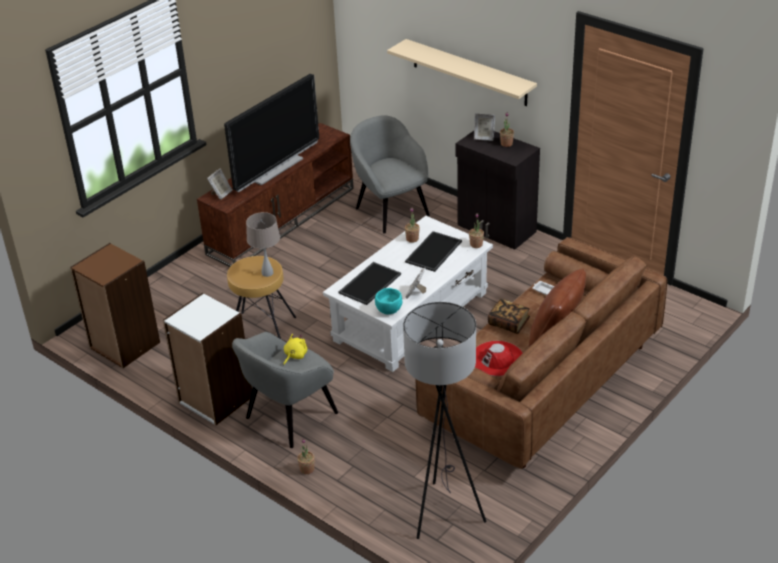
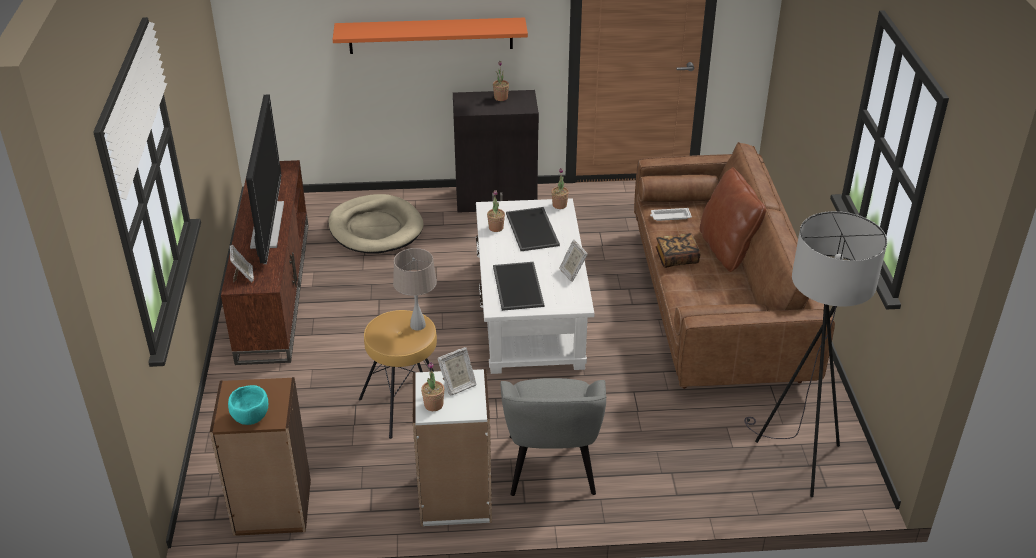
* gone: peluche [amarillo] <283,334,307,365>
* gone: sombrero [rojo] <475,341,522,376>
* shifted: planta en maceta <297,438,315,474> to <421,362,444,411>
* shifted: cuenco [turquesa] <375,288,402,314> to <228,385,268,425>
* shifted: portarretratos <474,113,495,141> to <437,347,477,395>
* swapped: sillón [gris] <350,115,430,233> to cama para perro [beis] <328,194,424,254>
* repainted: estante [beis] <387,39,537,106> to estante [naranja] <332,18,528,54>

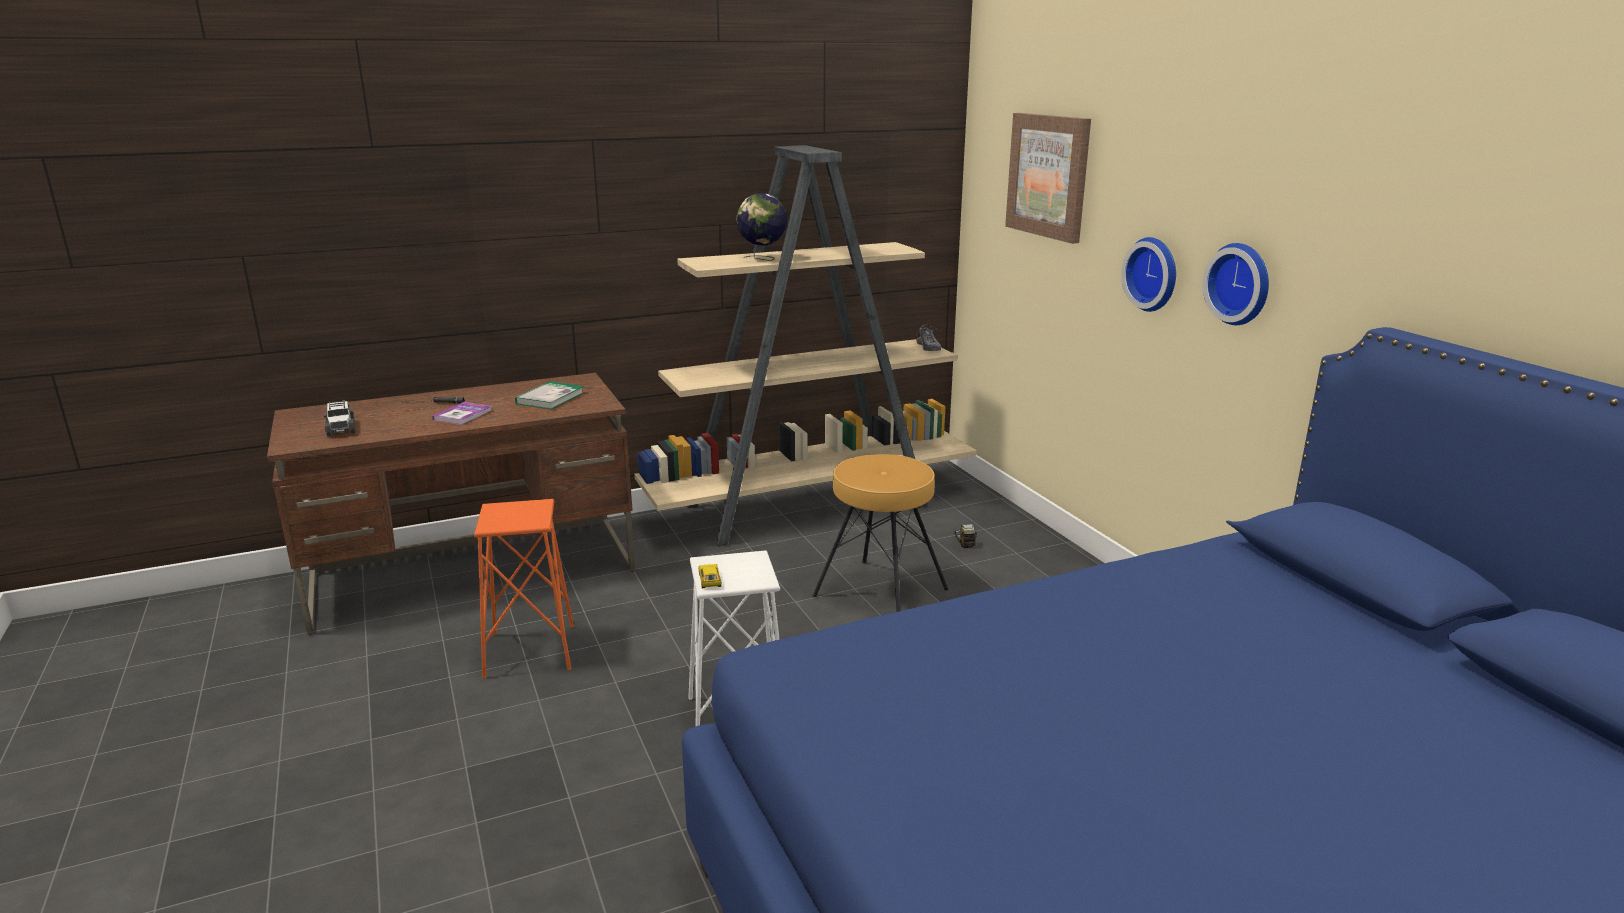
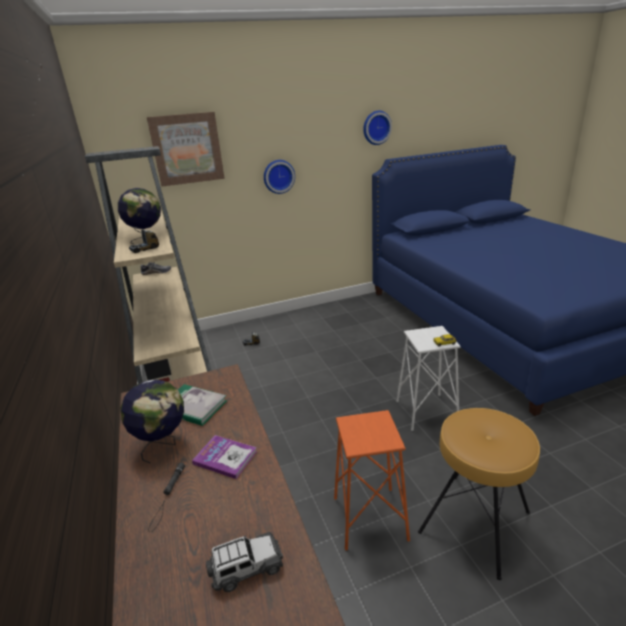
* new: globo terráqueo <121,380,184,463>
* new: camión de juguete <129,230,159,253>
* shifted: taburete [marrón] <812,454,949,612> to <418,408,540,580>
* shifted: reloj de pared <1203,243,1269,325> to <363,111,392,145>

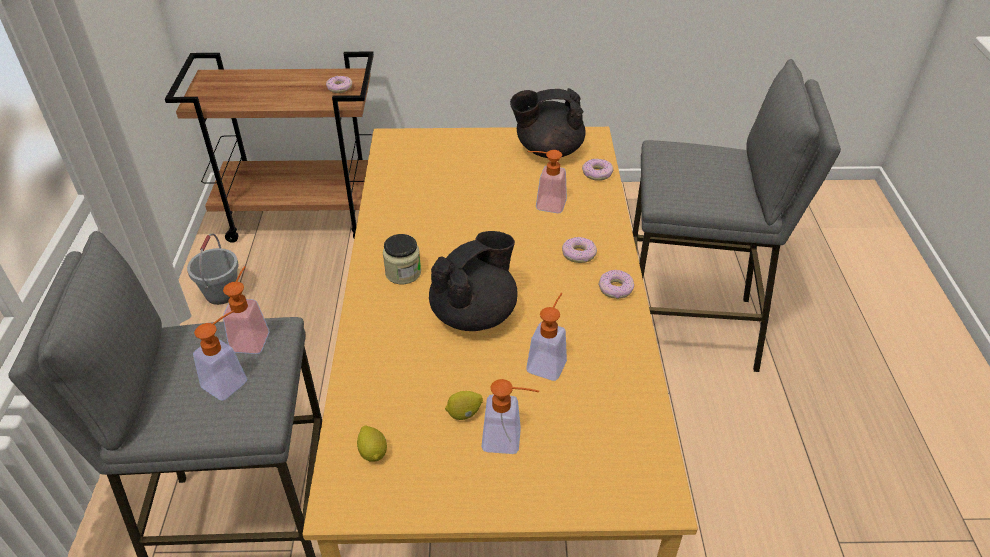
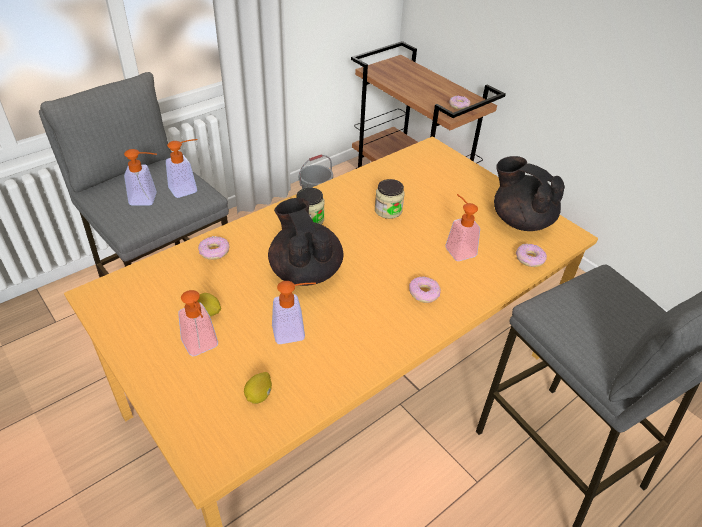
* new: tarro <375,179,405,219>
* shifted: limón <357,426,387,462> to <244,372,272,404>
* shifted: rosquilla <598,270,634,299> to <198,236,229,260>
* rotated: tetera [negro] <429,231,518,331> = <268,198,343,286> 120 degrees counterclockwise

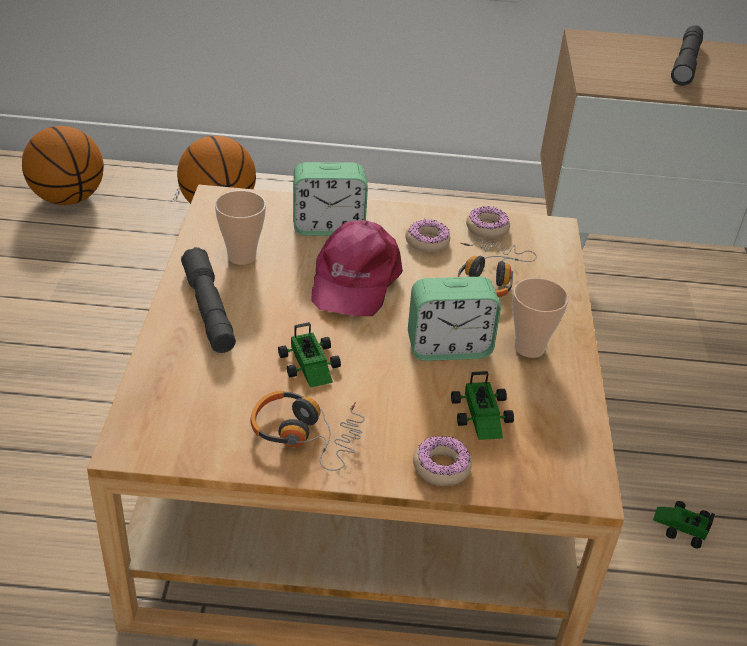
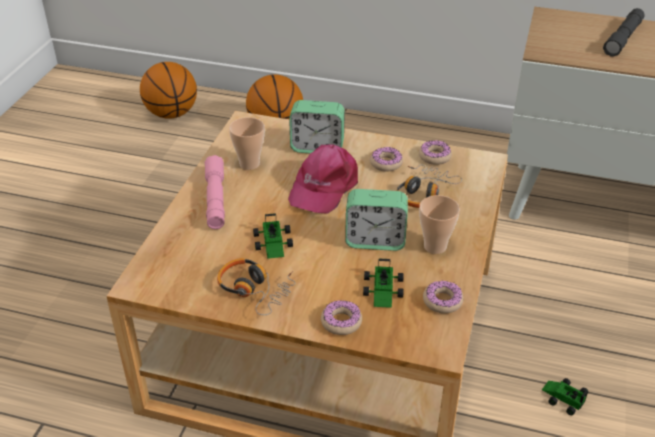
* new: rosquilla <423,281,464,314>
* repainted: linterna [gris] <181,247,236,353> to linterna [rosa] <205,155,225,229>

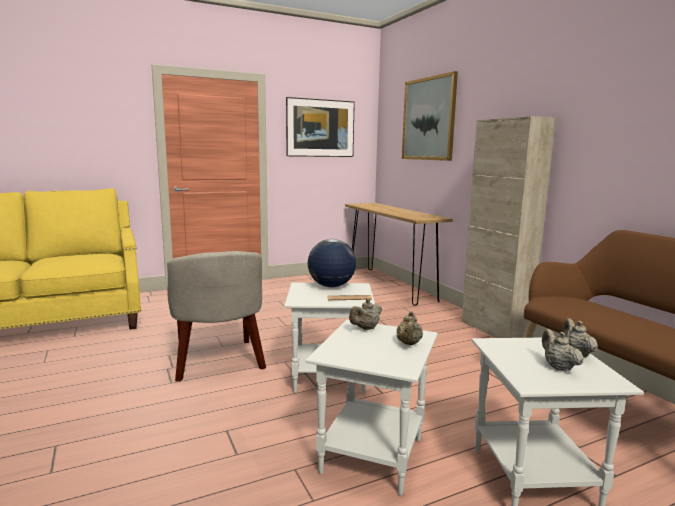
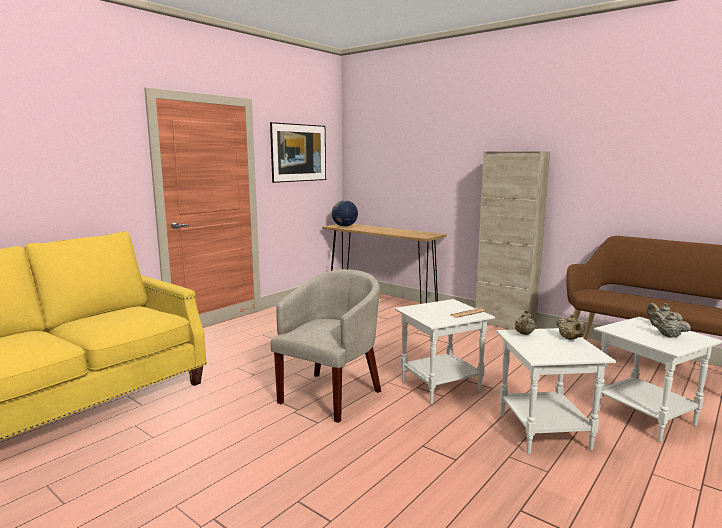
* gone: cuadro <402,71,458,161>
* shifted: globo terráqueo <308,239,356,287> to <332,200,358,227>
* rotated: sillón [beis] <167,251,266,382> = <270,269,381,423> 105 degrees counterclockwise

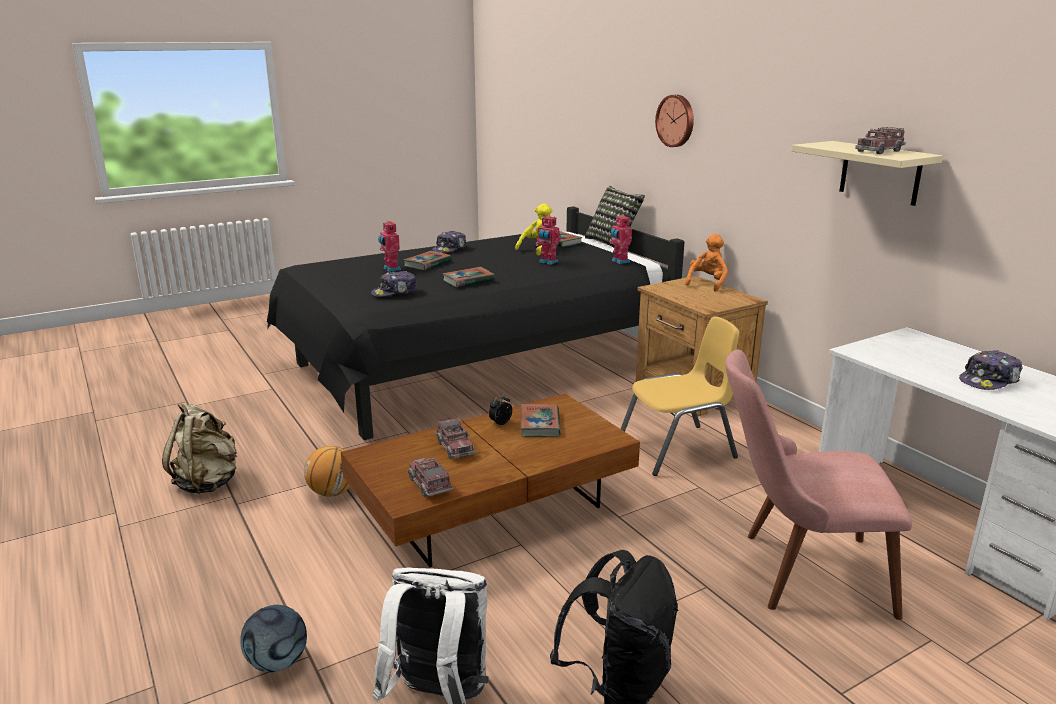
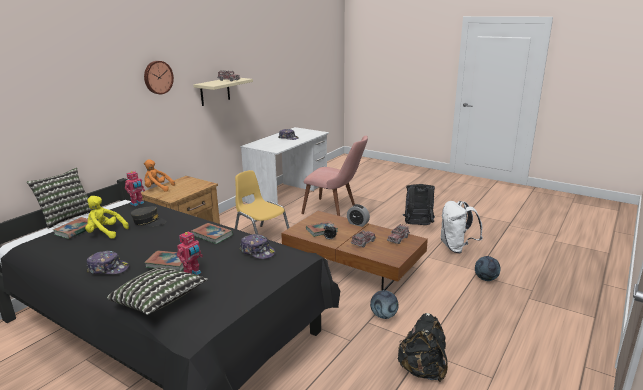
* new: cojín <107,266,208,315>
* new: despertador <347,204,370,227>
* shifted: reloj de pared <655,95,694,147> to <144,61,174,94>
* swapped: balón de baloncesto <304,446,350,497> to balón de fútbol <370,290,399,319>
* swapped: robot de juguete <536,215,561,265> to gorra [gris] <130,206,166,227>
* repainted: mochila [beis] <162,403,237,494> to mochila [negro] <398,313,448,382>
* rotated: silla [rosa] <725,349,912,620> = <301,136,368,216> 45 degrees counterclockwise

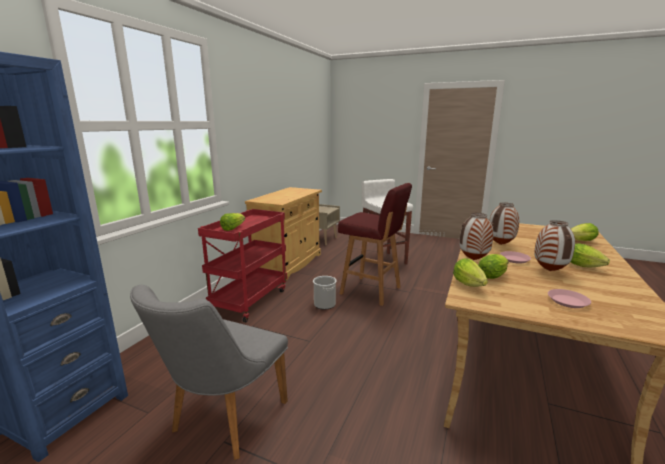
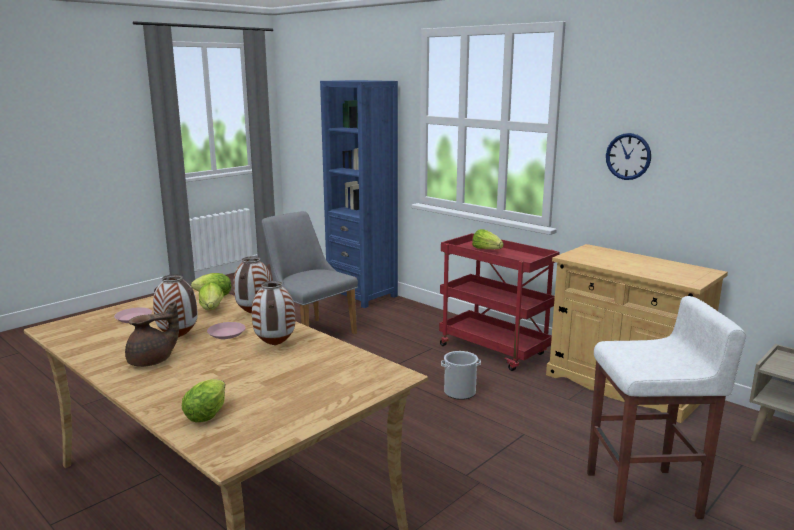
* gone: taburete [rojo] <338,183,412,306>
* new: reloj de pared <606,133,651,180>
* swapped: lechuga <571,243,610,267> to tetera [marrón] <125,301,179,367>

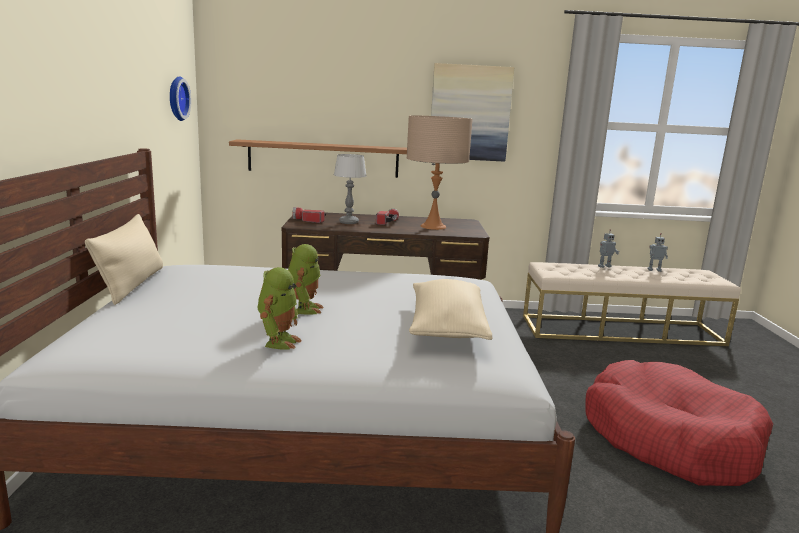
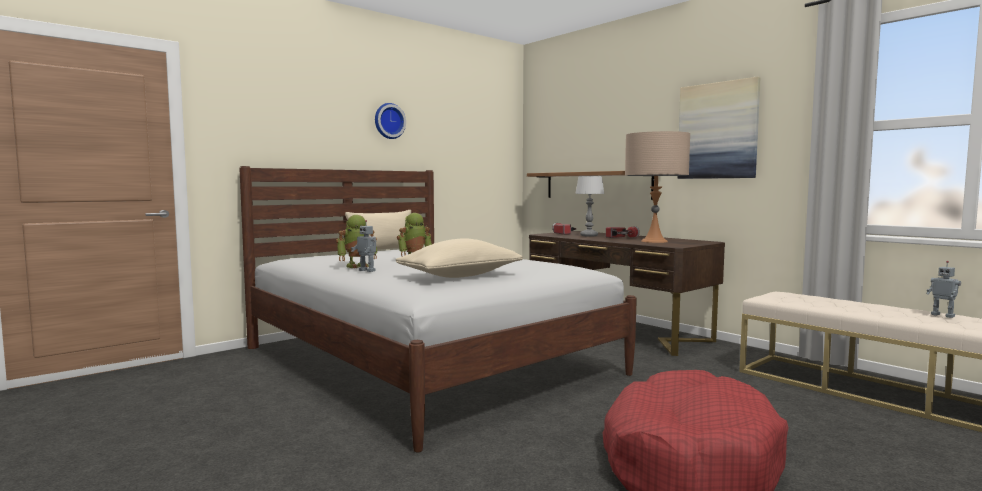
* shifted: reloj de pared <170,76,191,121> to <375,103,406,139>
* shifted: robot de juguete <598,230,619,268> to <351,220,376,272>

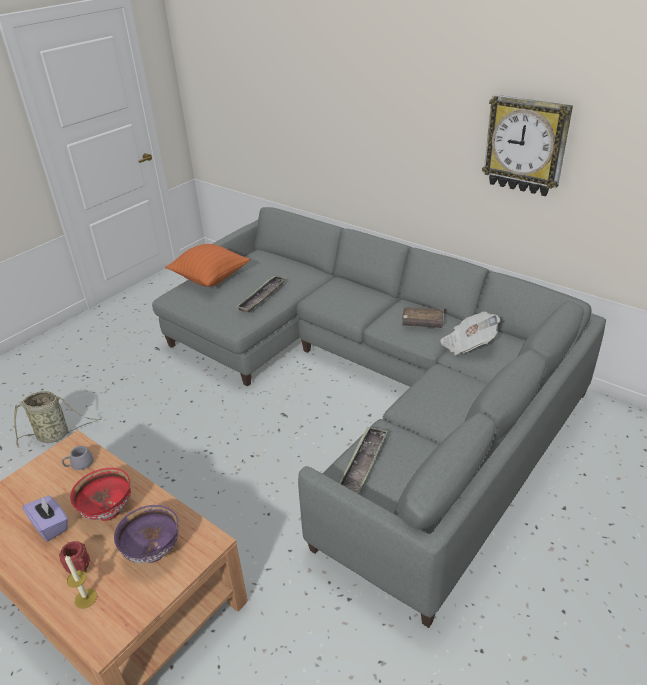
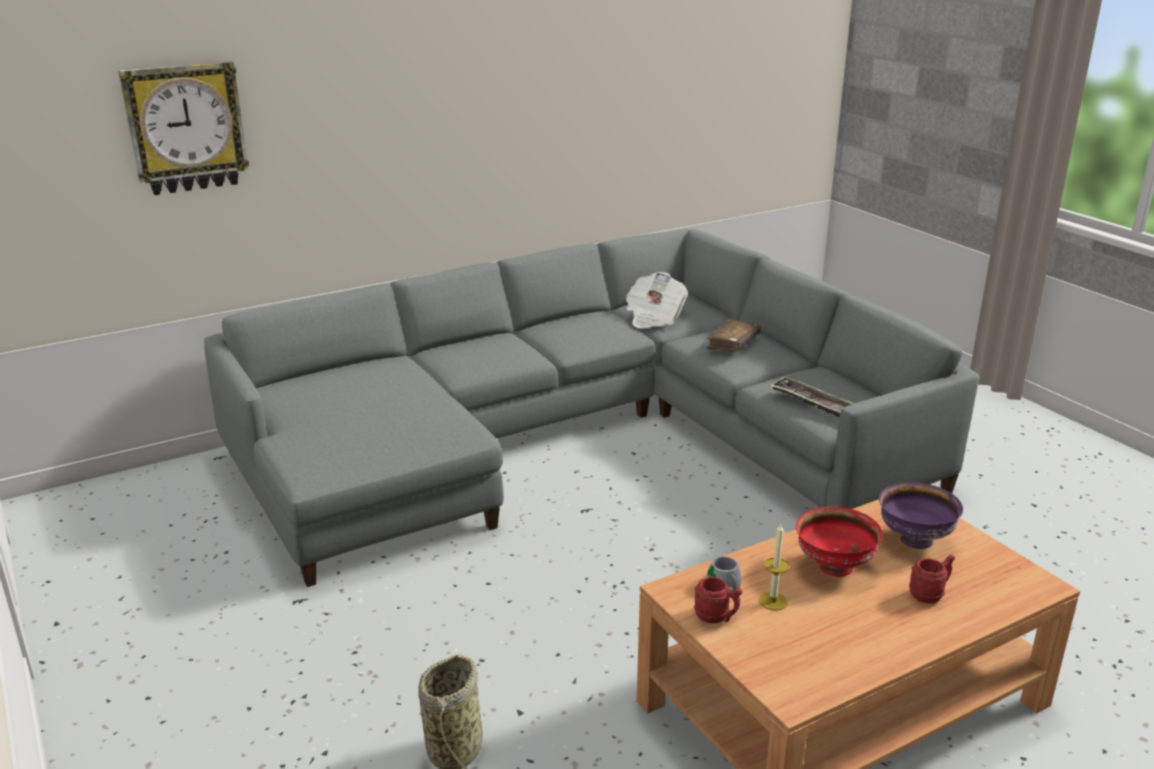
* gone: caja de pañuelos [morado] <22,496,68,541>
* gone: cojín [naranja] <166,244,250,287>
* gone: bandeja <236,276,287,313>
* new: taza grande [rojo] <694,576,742,623>
* shifted: vela <65,555,97,609> to <759,524,789,611>
* shifted: libro [marrón] <402,307,444,328> to <706,319,761,352>
* shifted: reloj de pared <482,95,573,196> to <119,61,249,195>

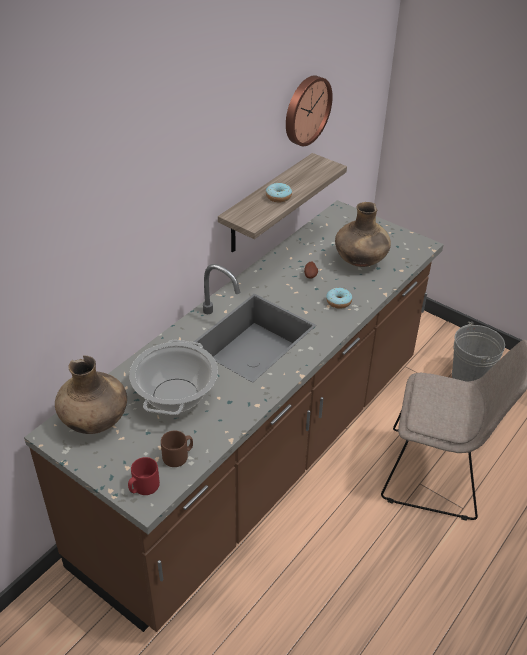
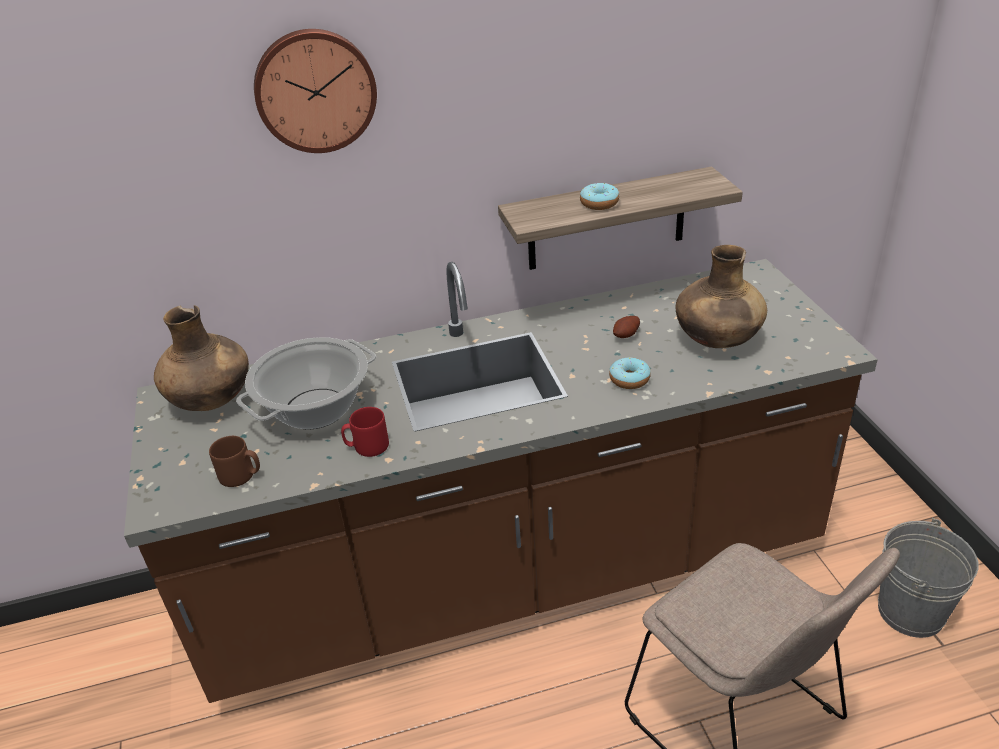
* shifted: taza grande [rojo] <128,457,160,495> to <341,407,389,457>
* shifted: reloj de pared <286,75,333,146> to <254,29,377,153>

